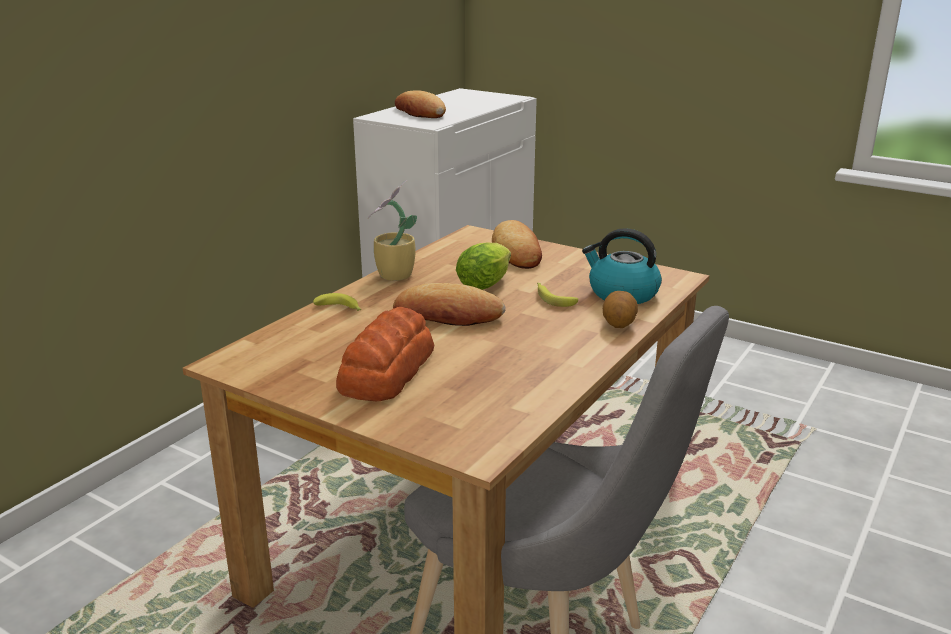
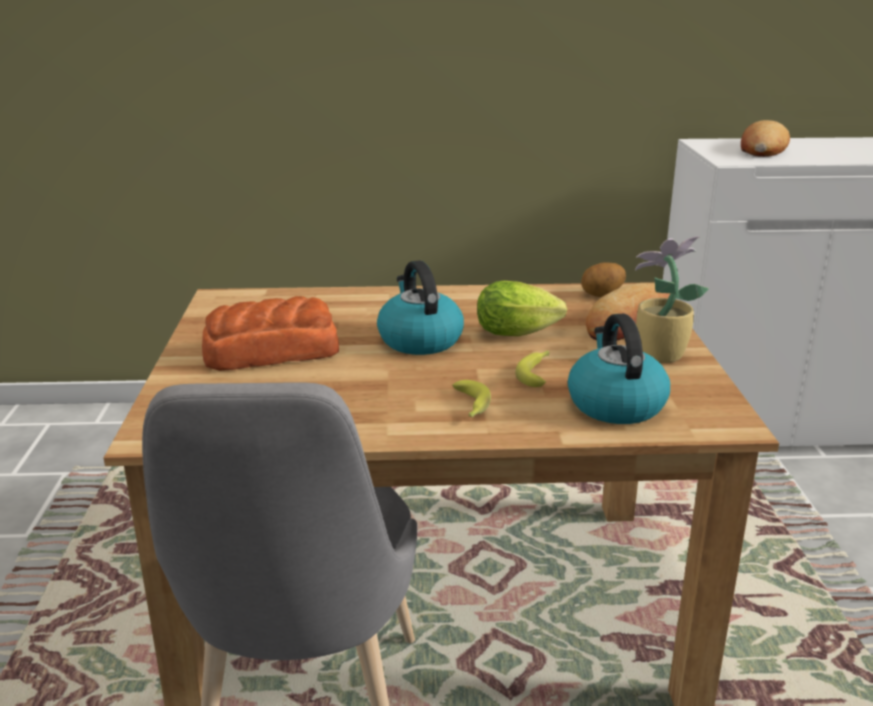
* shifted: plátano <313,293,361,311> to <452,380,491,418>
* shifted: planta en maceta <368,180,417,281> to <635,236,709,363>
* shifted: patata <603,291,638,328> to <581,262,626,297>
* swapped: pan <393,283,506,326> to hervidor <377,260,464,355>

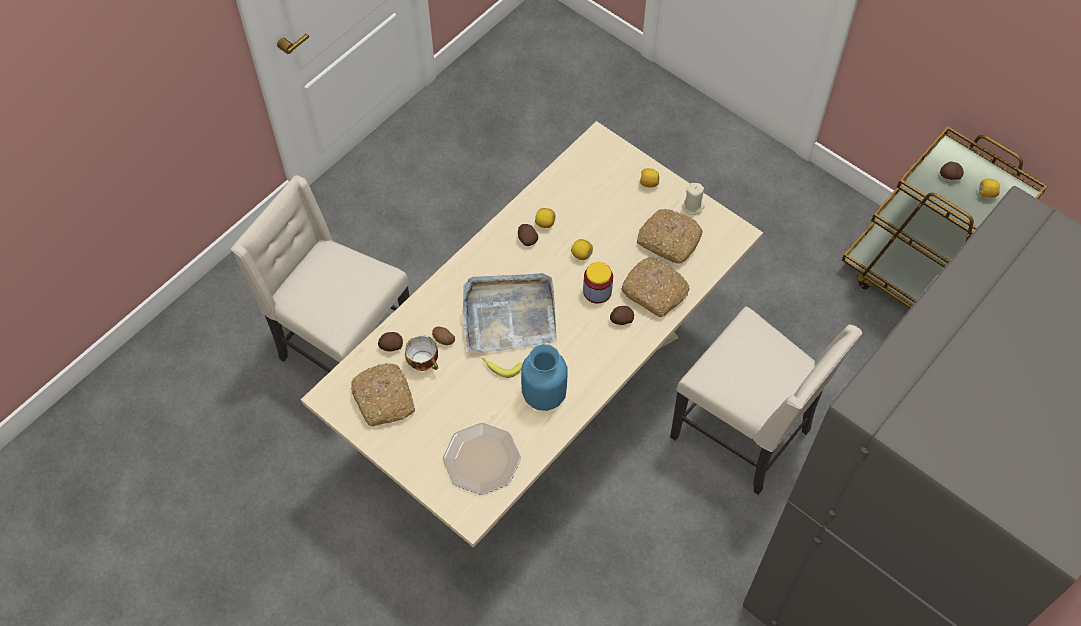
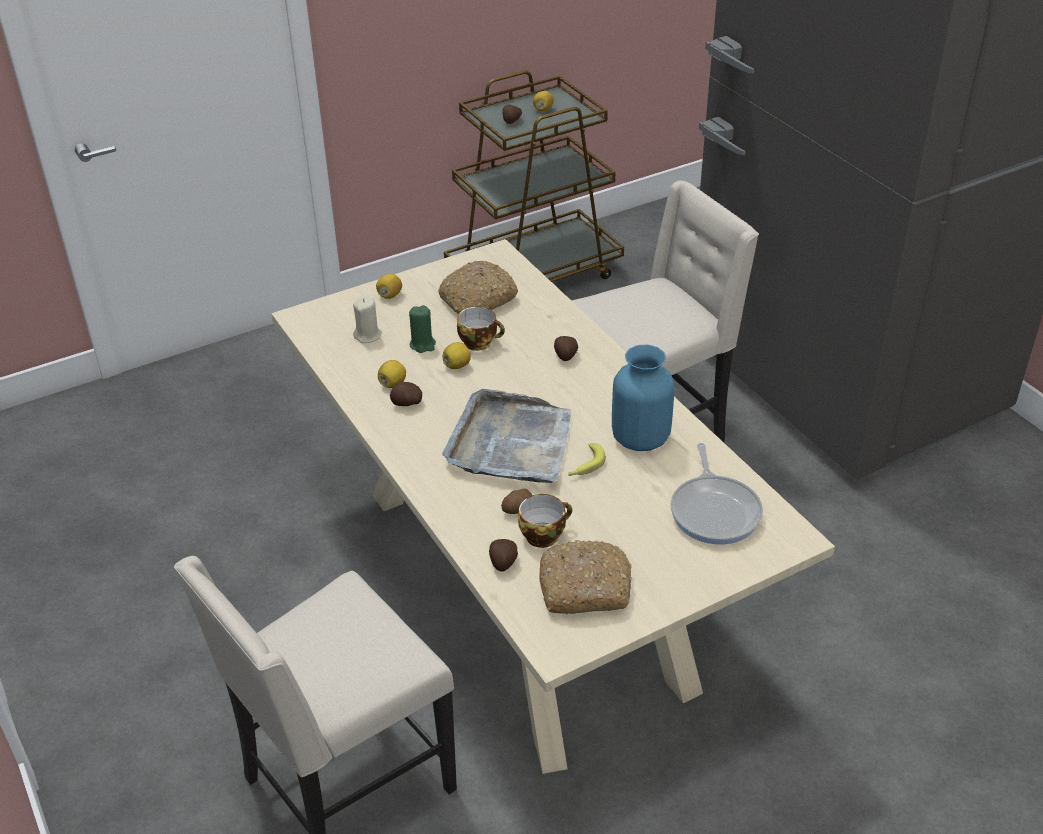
* gone: tarro <583,262,613,304>
* gone: pan <621,258,690,317>
* new: vela [verde] <409,305,436,353>
* new: taza <457,307,505,351>
* shifted: vela [beis] <682,183,704,215> to <353,296,382,343>
* swapped: plato <443,423,521,495> to sartén <670,443,763,545>

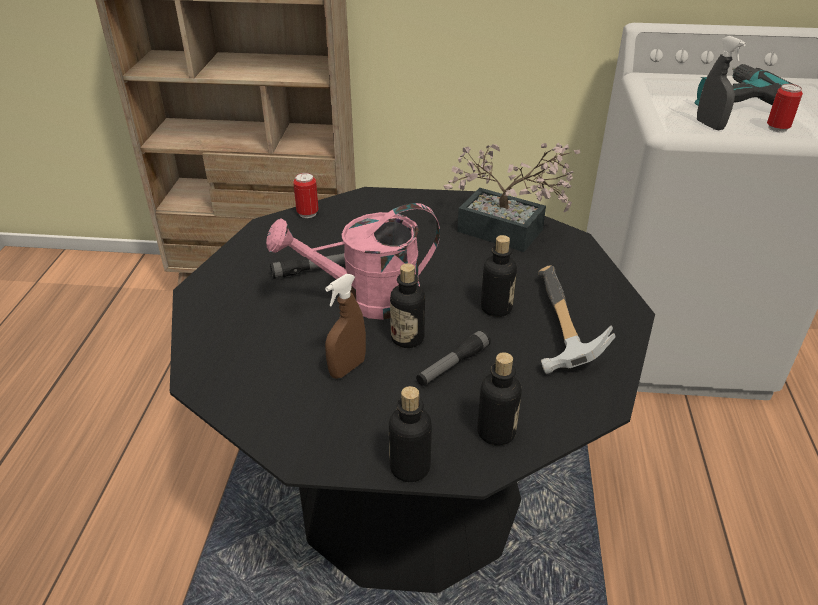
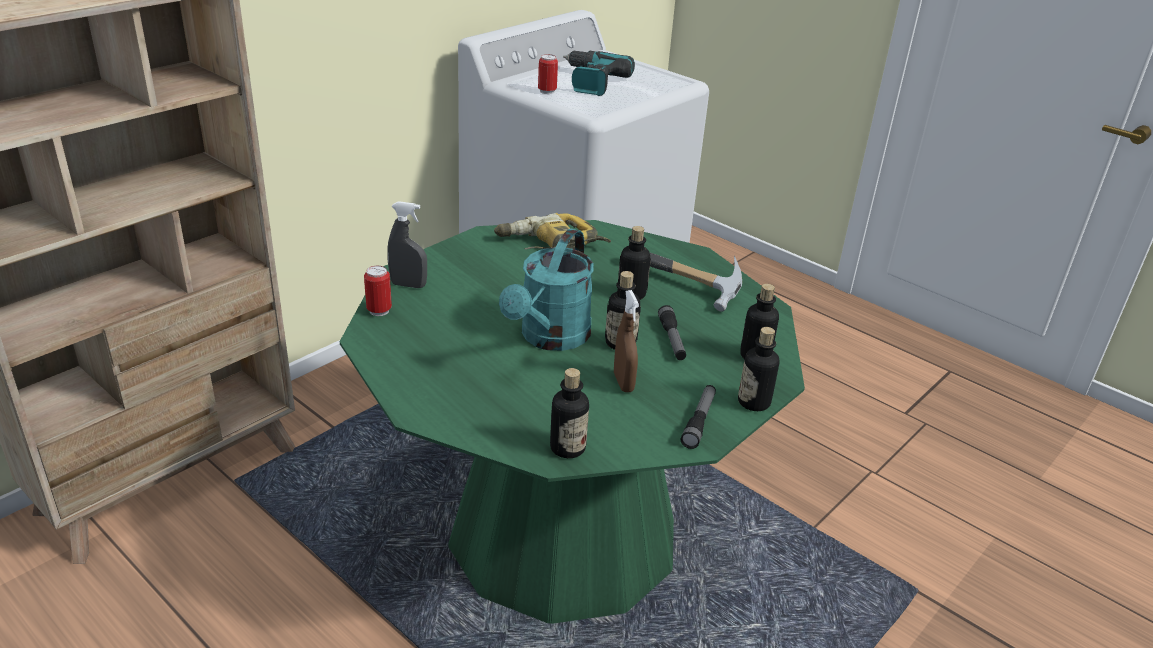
* new: botella <550,368,589,458>
* shifted: linterna <270,253,345,279> to <681,385,716,449>
* shifted: pulverizador [gris] <697,36,746,130> to <387,201,427,288>
* shifted: lata <767,84,803,133> to <538,54,558,94>
* swapped: planta en maceta <444,142,580,252> to taladro <494,213,611,249>
* repainted: mesa de comedor [negro] <170,187,655,593> to mesa de comedor [verde] <340,220,805,624>
* repainted: regadera [rosa] <266,203,440,320> to regadera [turquesa] <499,228,594,351>

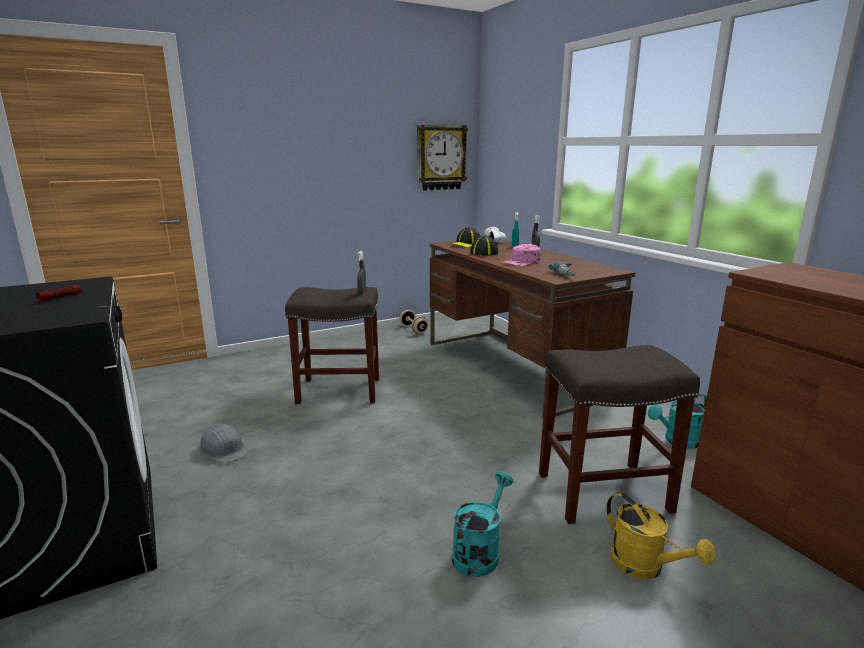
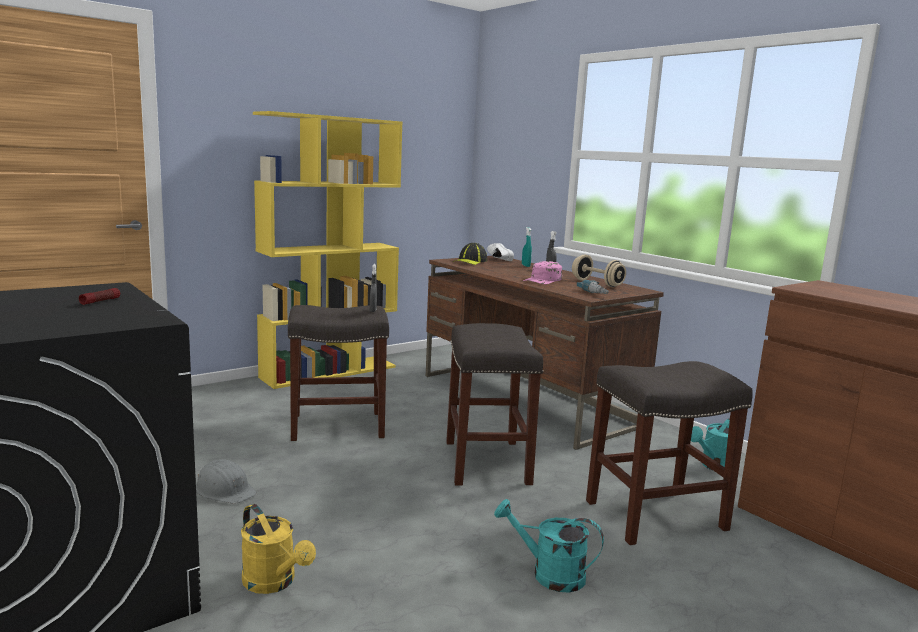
* gone: reloj de pared <417,125,468,190>
* gone: gorra <470,236,498,256>
* new: estantería [amarillo] <253,111,403,389>
* new: taburete [gris] <446,323,543,486>
* shifted: mancuerna [beis] <399,310,428,334> to <572,254,626,287>
* shifted: regadera [amarillo] <606,492,715,579> to <241,504,316,594>
* rotated: regadera [turquesa] <451,472,513,577> = <494,499,604,593> 90 degrees counterclockwise

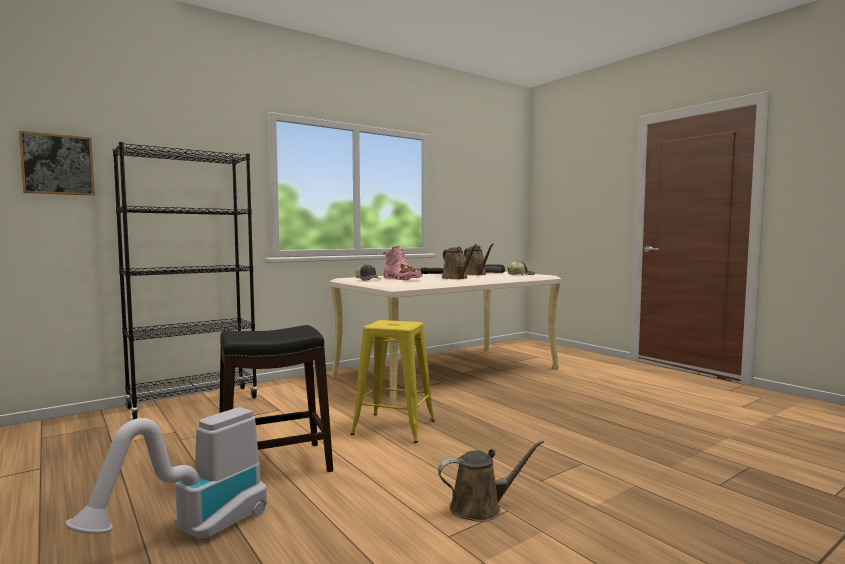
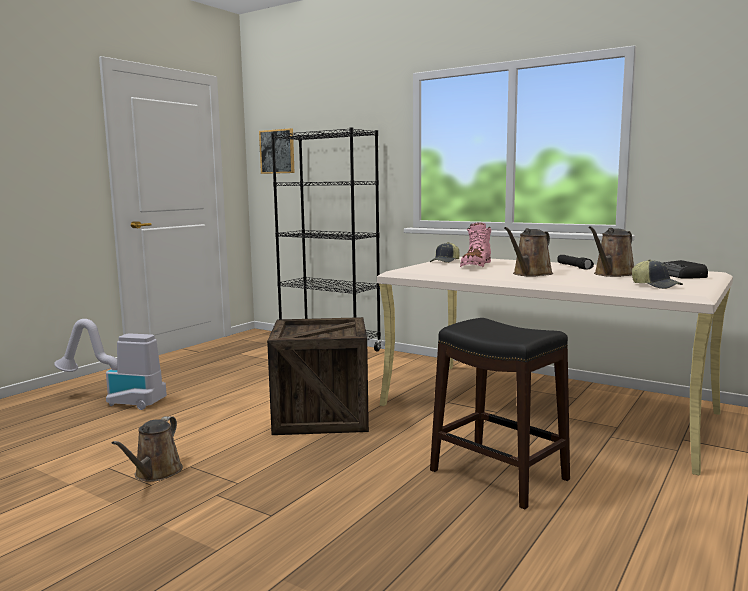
* shifted: taburete [negro] <219,325,333,472> to <430,318,570,509>
* swapped: taburete [amarillo] <351,320,435,443> to caja de embalaje <267,317,369,435>
* rotated: regadera [marrón] <438,440,544,522> = <112,416,183,482> 45 degrees clockwise

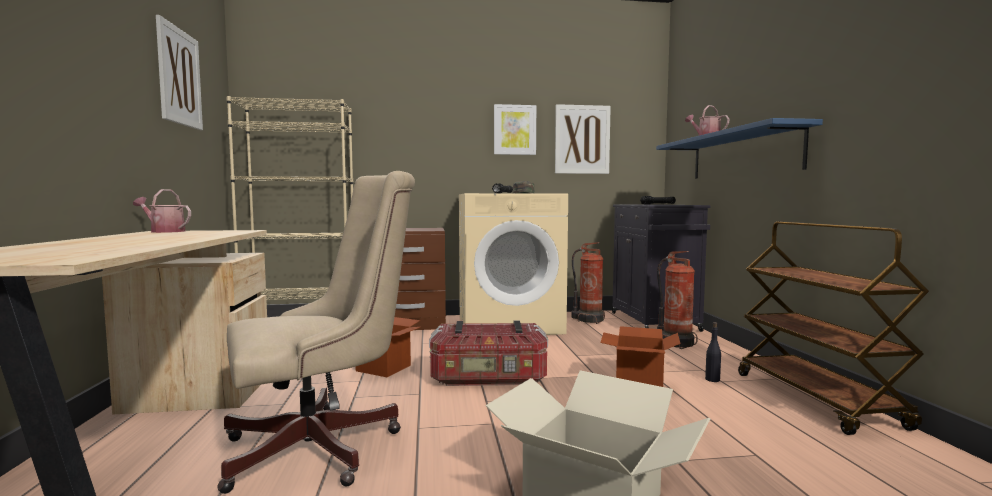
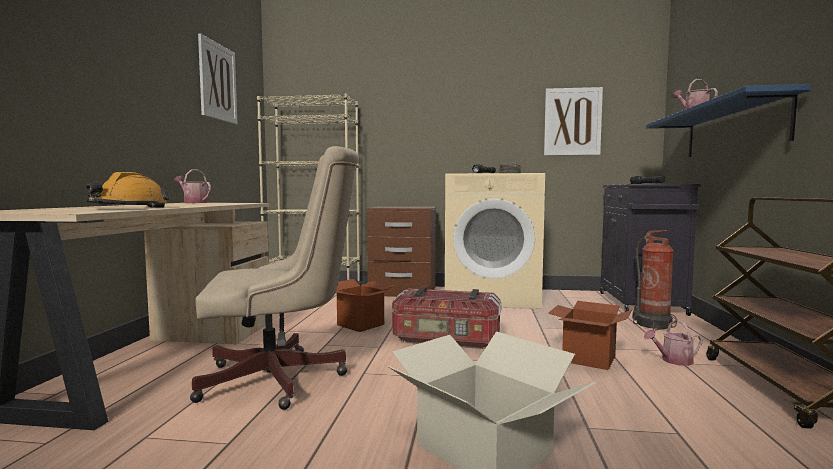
* gone: cuadro <494,104,536,155>
* gone: extintor <572,242,605,324>
* new: casco [naranja] <86,172,169,208>
* swapped: botella [negro] <705,322,721,382> to regadera <644,320,703,366>

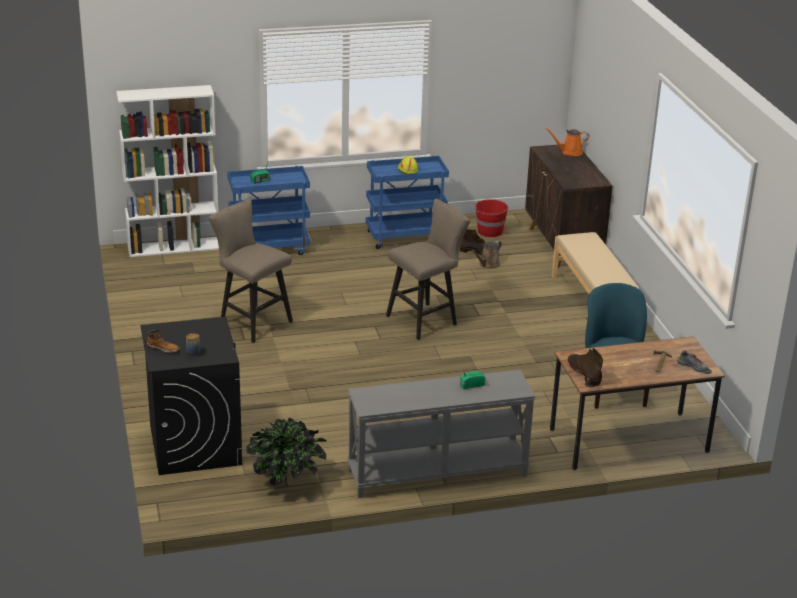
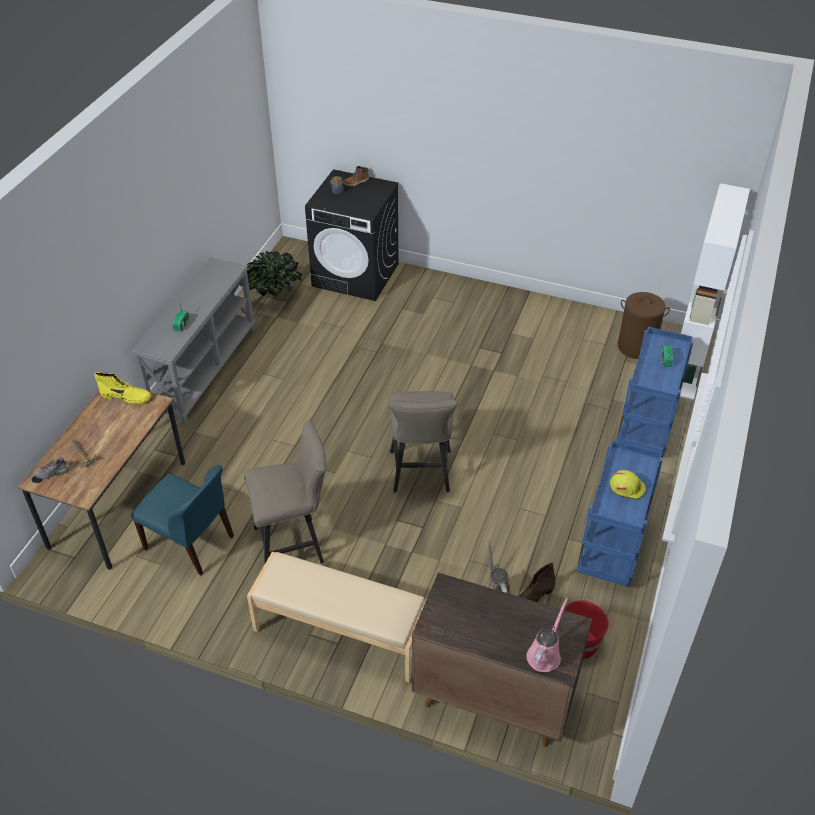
* new: cesto de la ropa [marrón] <618,292,670,359>
* shifted: taburete [beis] <209,199,293,343> to <244,420,327,565>
* repainted: regadera [naranja] <545,128,589,156> to regadera [rosa] <527,597,568,672>
* repainted: bota [marrón] <568,348,603,386> to bota [amarillo] <94,372,151,404>

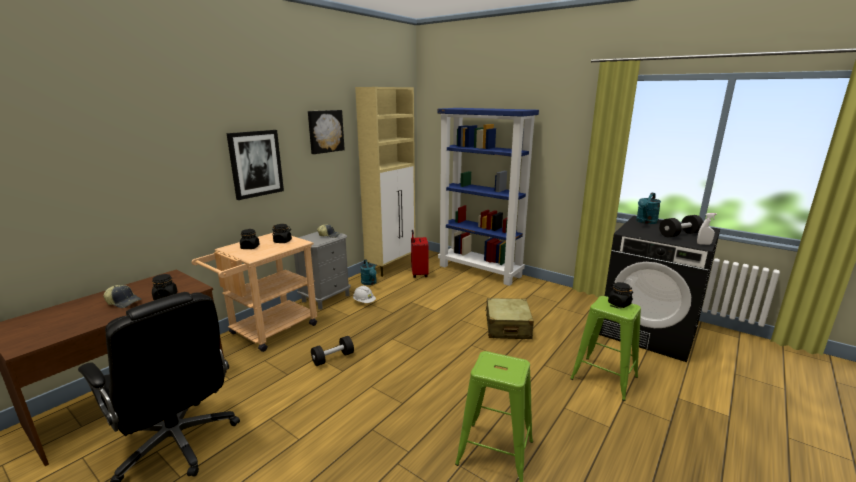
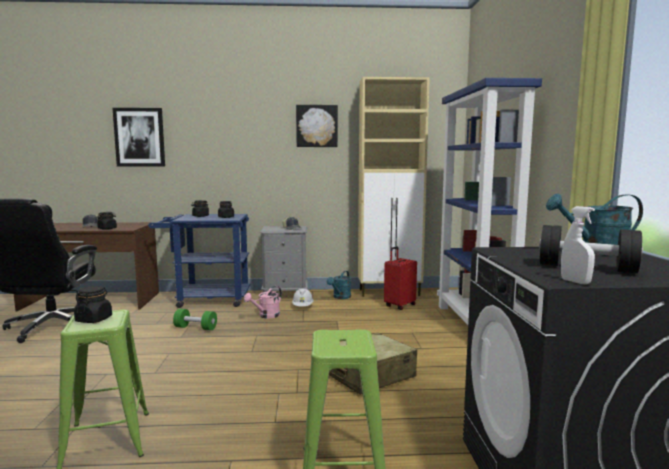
* new: regadera [rosa] <244,286,282,318>
* shifted: cuadro <226,130,284,200> to <113,108,165,167>
* shifted: tarro [negro] <608,282,633,308> to <74,286,112,323>
* repainted: carrito [beis] <191,233,317,352> to carrito [azul] <148,214,250,308>
* repainted: mancuerna [negro] <311,336,354,366> to mancuerna [verde] <173,309,217,330>

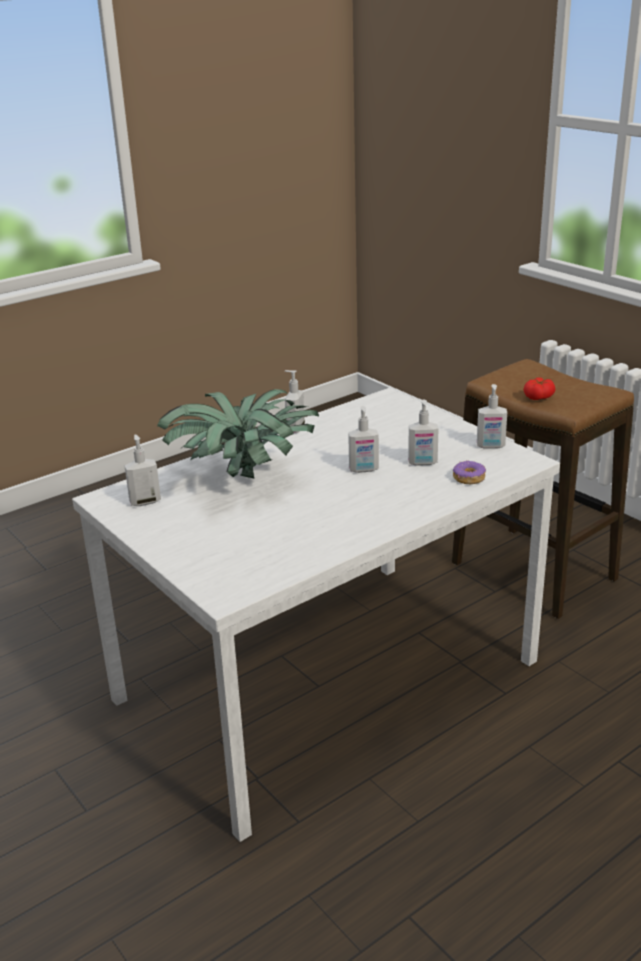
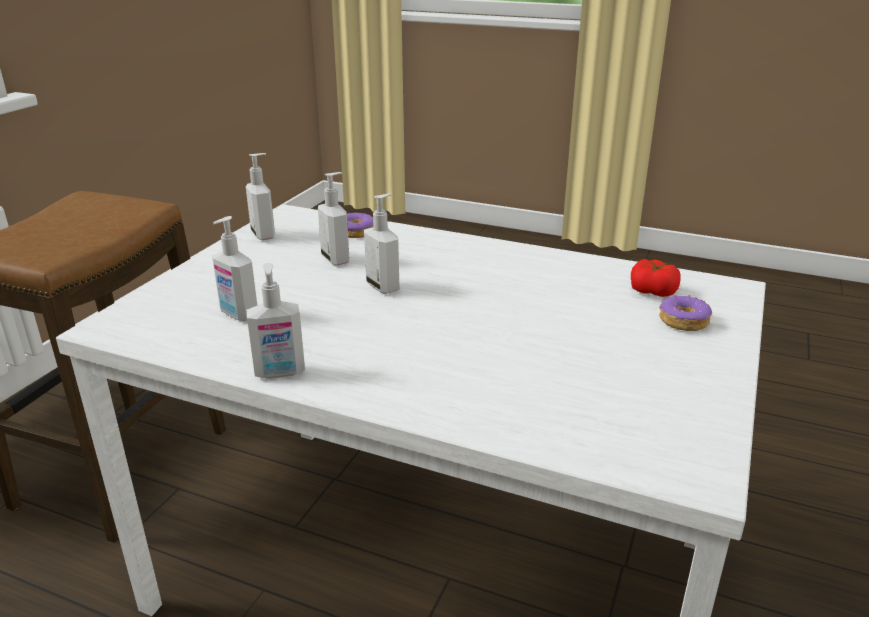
* gone: planta en maceta <157,389,319,479>
* new: rosquilla <659,295,712,331>
* shifted: dispensador de jabón <124,434,161,506> to <212,216,257,321>
* shifted: tomate <524,377,555,400> to <631,259,681,297>

